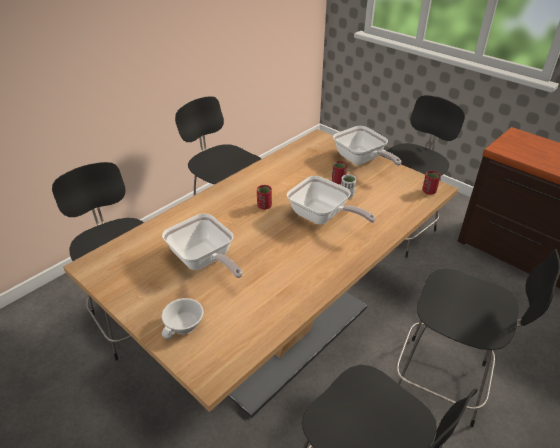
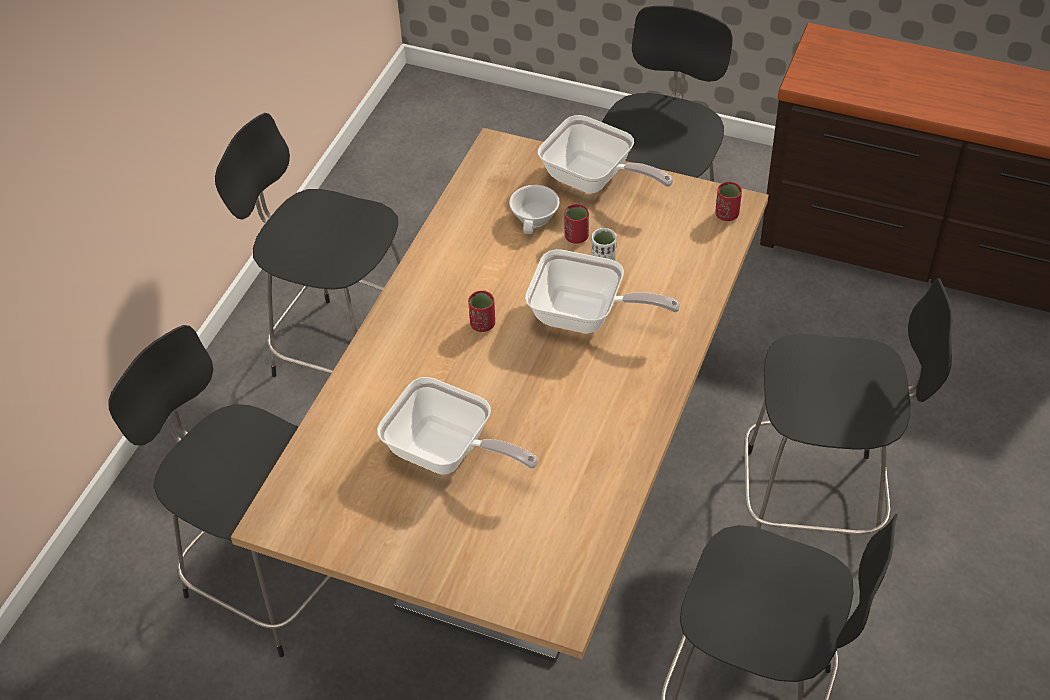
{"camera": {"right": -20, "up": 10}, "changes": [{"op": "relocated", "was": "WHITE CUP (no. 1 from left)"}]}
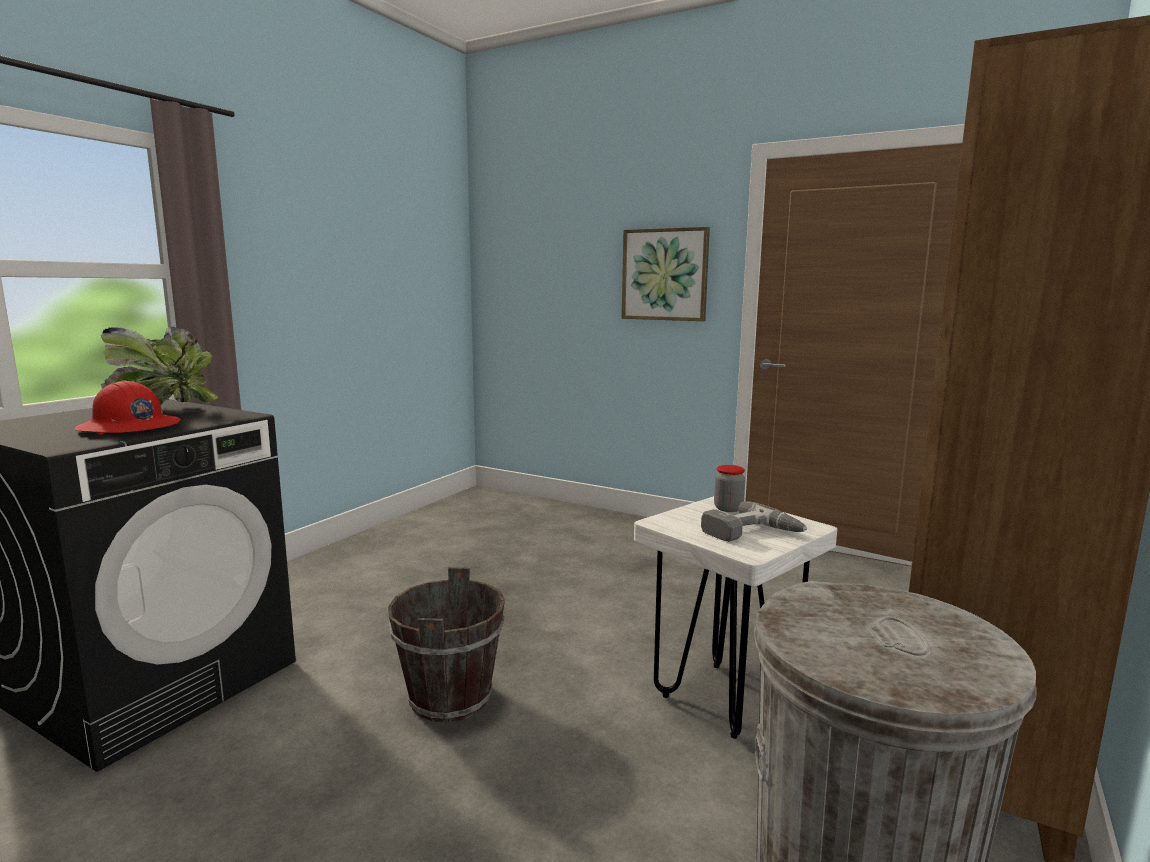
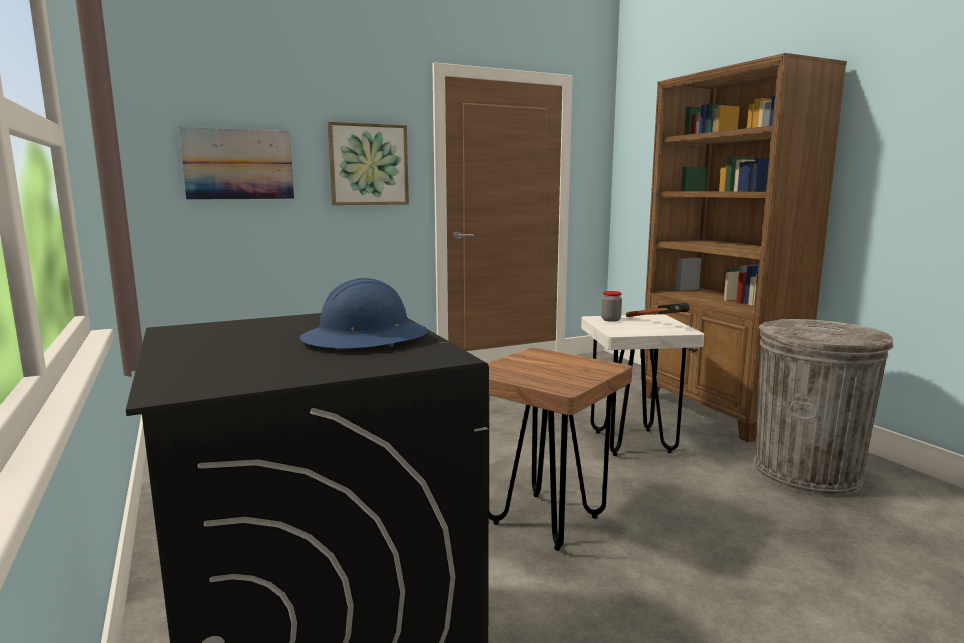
{"camera": {"right": -55, "up": 0}, "changes": [{"op": "missing", "was": "POTTED PLANT"}, {"op": "colour", "was": "RED HARD HAT", "now": "BLUE HARD HAT"}, {"op": "exchanged", "was": "POWER DRILL", "now": "HAMMER"}, {"op": "exchanged", "was": "BROWN BUCKET", "now": "BROWN STOOL"}, {"op": "appeared", "now": "PICTURE (no. 1 from left)"}]}
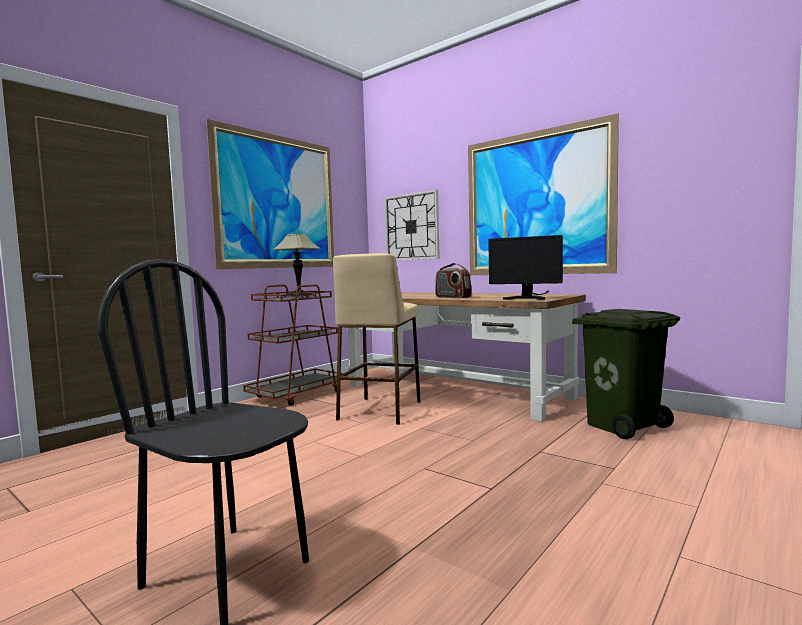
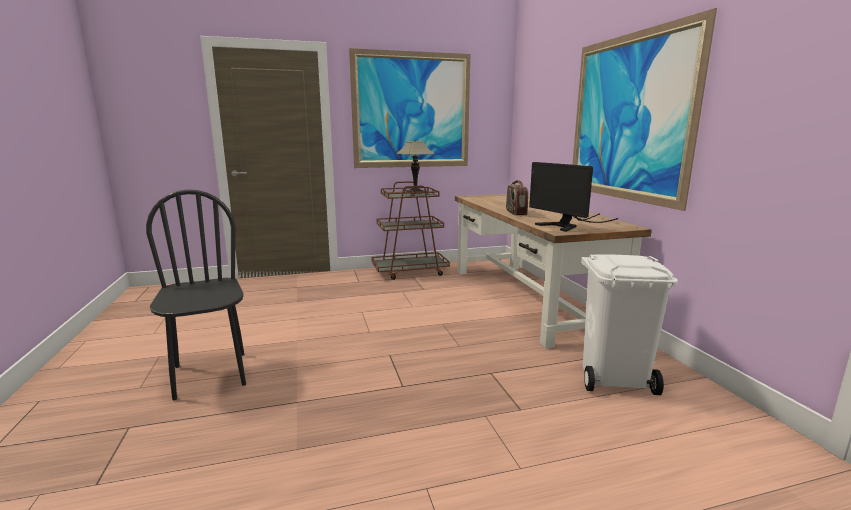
{"camera": {"right": 35, "up": 10}, "changes": [{"op": "missing", "was": "WALL CLOCK"}, {"op": "missing", "was": "BEIGE STOOL"}, {"op": "colour", "was": "GREEN TRASH CAN", "now": "WHITE TRASH CAN"}]}
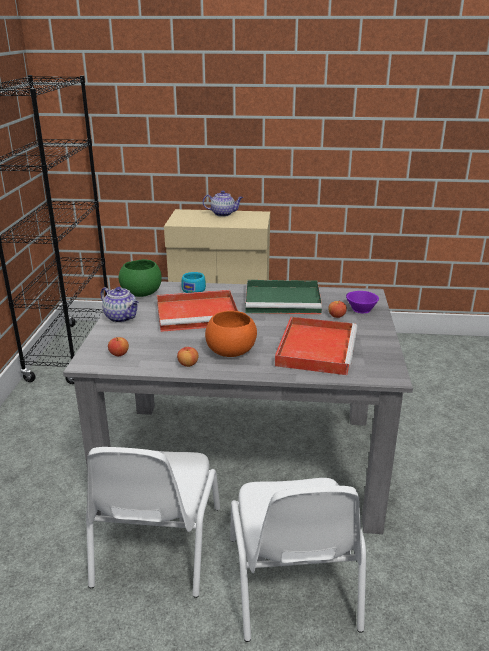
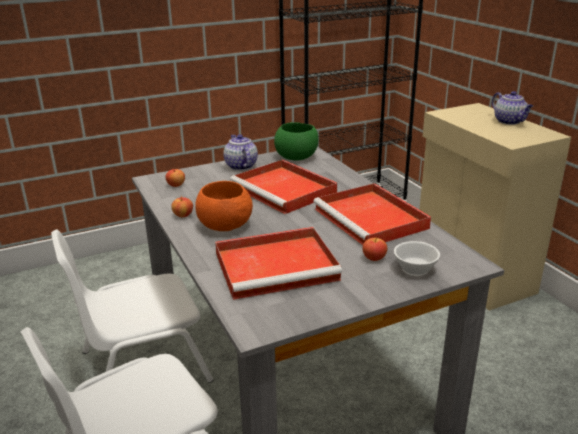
{"camera": {"right": 60, "up": 0}, "changes": [{"op": "missing", "was": "TURQUOISE CUP"}, {"op": "colour", "was": "GREEN TRAY", "now": "RED TRAY (no. 3 from left)"}, {"op": "spun", "was": "TEAPOT (no. 1 from left)", "clockwise": 150}, {"op": "colour", "was": "PURPLE CUP", "now": "WHITE CUP"}]}
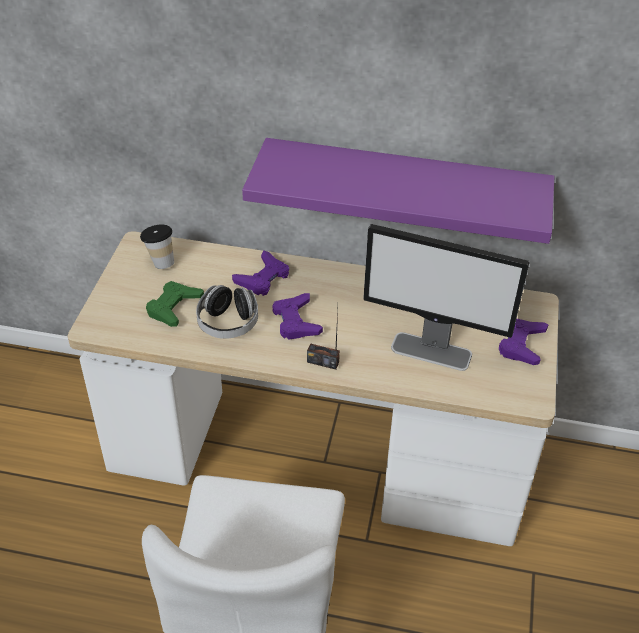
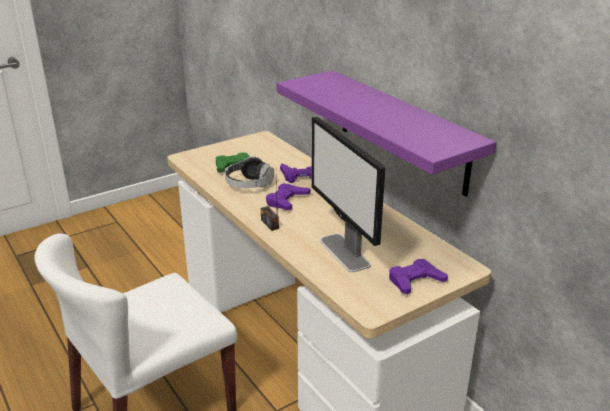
{"camera": {"right": 45, "up": -15}, "changes": [{"op": "missing", "was": "CUP"}]}
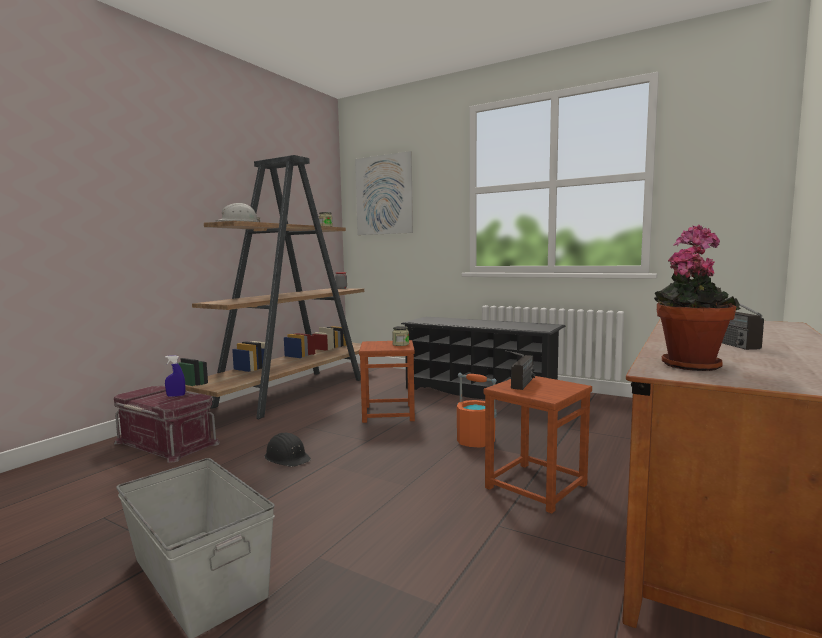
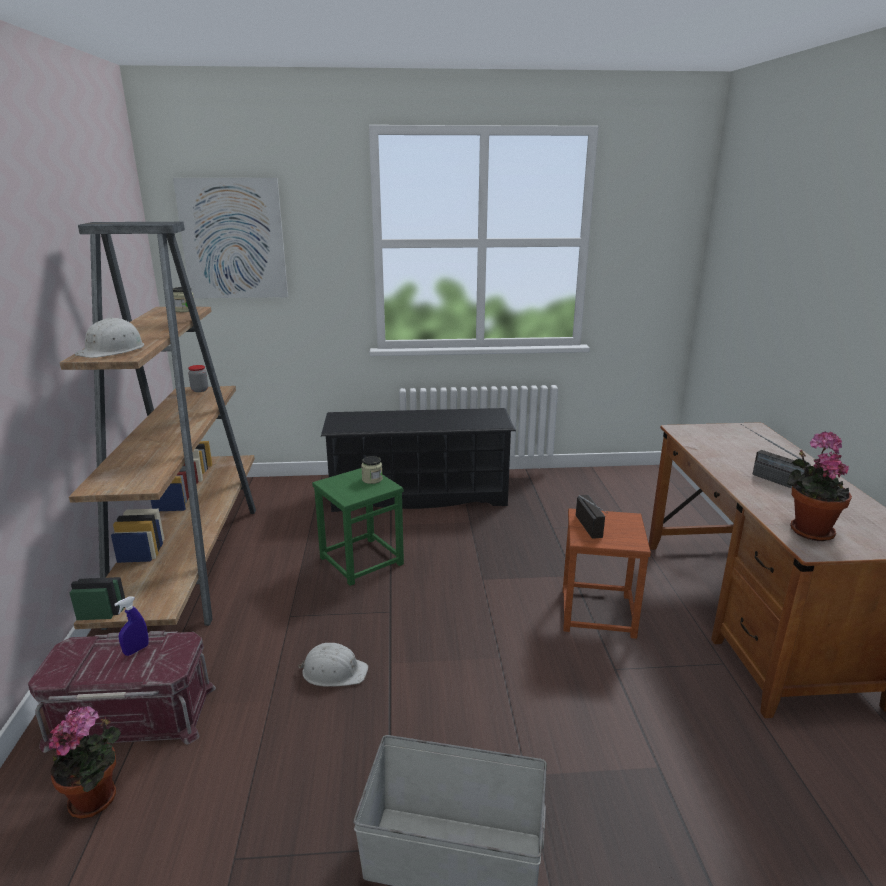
{"camera": {"right": -35, "up": 15}, "changes": [{"op": "colour", "was": "BROWN STOOL (no. 1 from left)", "now": "GREEN STOOL"}, {"op": "missing", "was": "ORANGE BUCKET"}, {"op": "colour", "was": "BLACK HARD HAT", "now": "WHITE HARD HAT (no. 2 from left)"}, {"op": "appeared", "now": "POTTED PLANT (no. 1 from left)"}]}
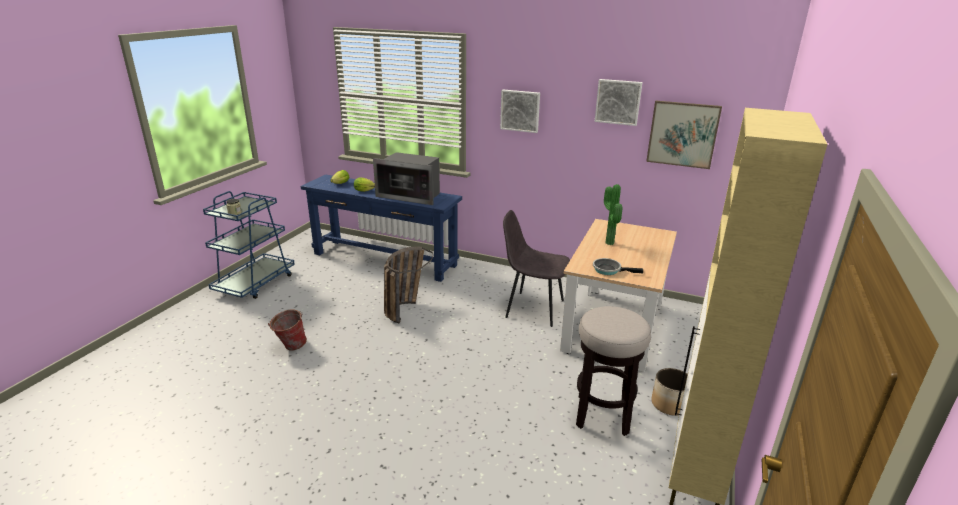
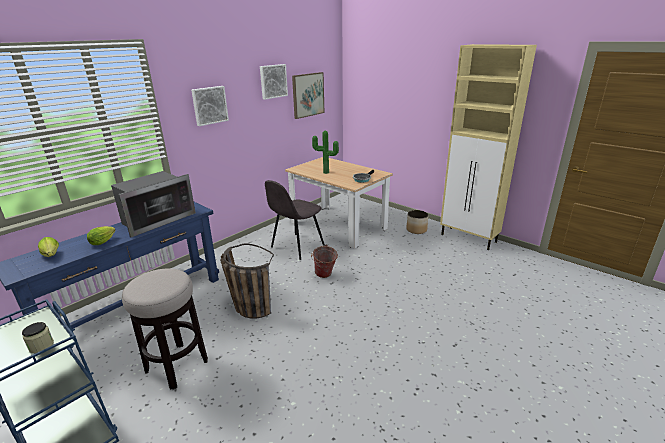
{"camera": {"right": -70, "up": 0}, "changes": [{"op": "relocated", "was": "STOOL"}, {"op": "relocated", "was": "BUCKET"}]}
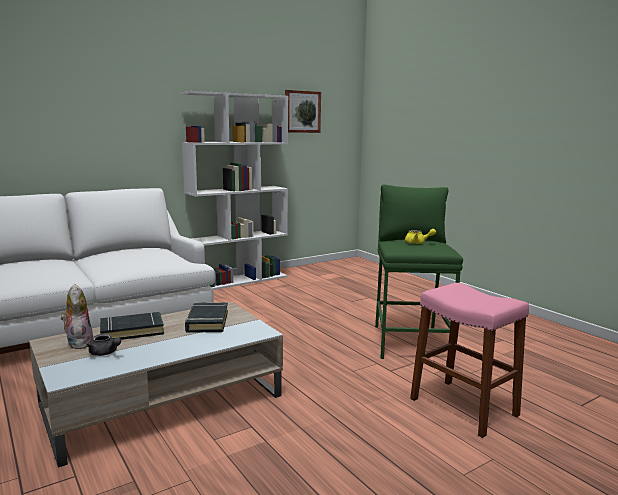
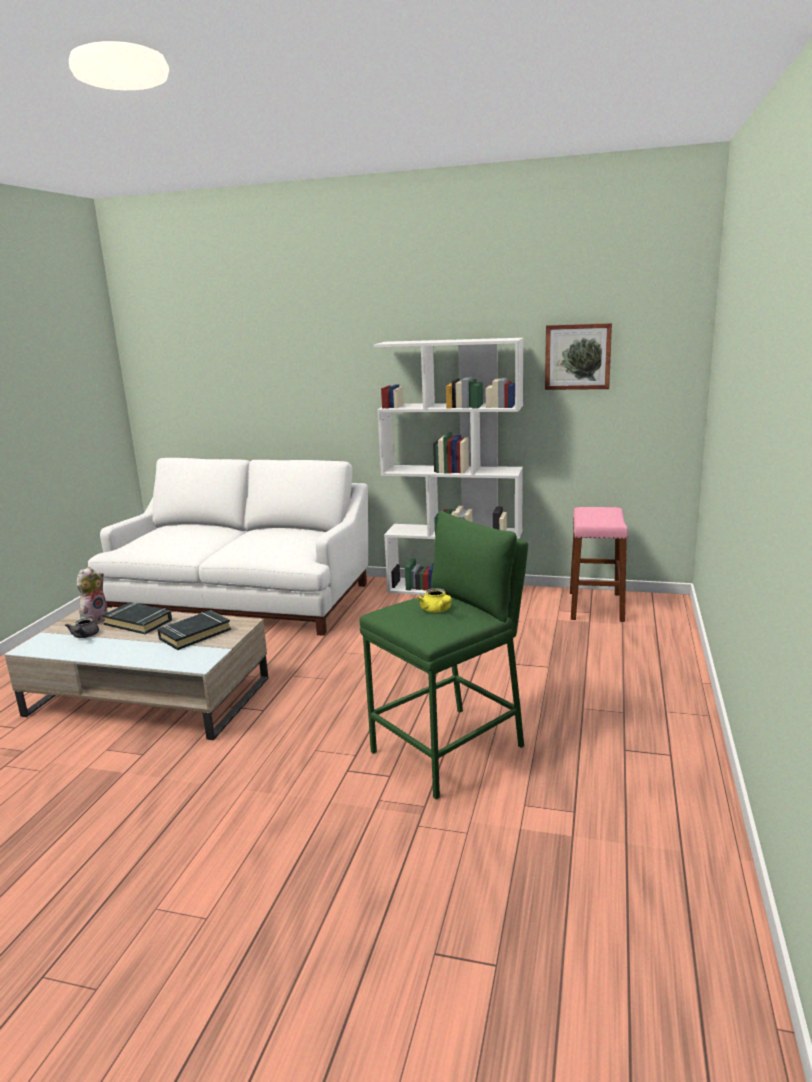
{"camera": {"right": 50, "up": 5}, "changes": [{"op": "relocated", "was": "PINK STOOL"}]}
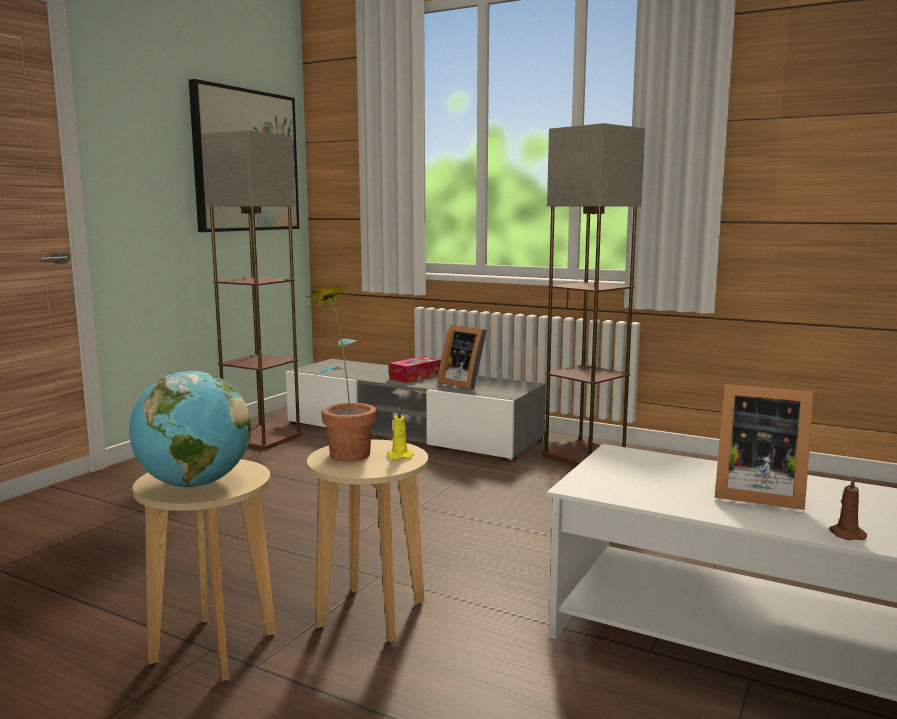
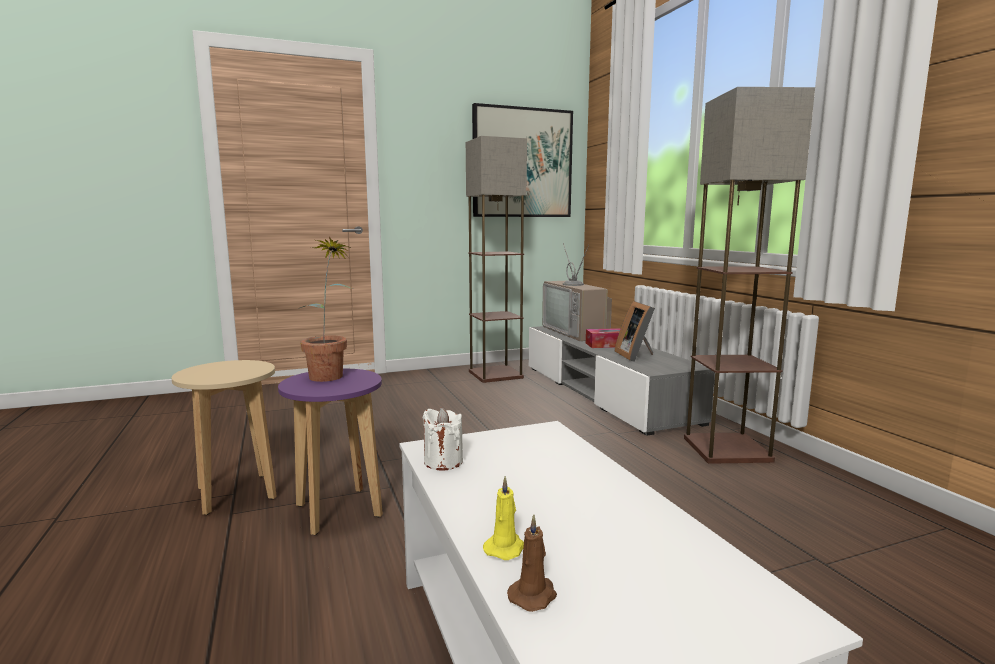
{"camera": {"right": 40, "up": 0}, "changes": [{"op": "missing", "was": "GLOBE"}, {"op": "missing", "was": "PICTURE FRAME (no. 2 from left)"}, {"op": "relocated", "was": "YELLOW CANDLE"}, {"op": "colour", "was": "BEIGE STOOL (no. 2 from left)", "now": "PURPLE STOOL"}, {"op": "appeared", "now": "TELEVISION"}, {"op": "appeared", "now": "WHITE CANDLE"}]}
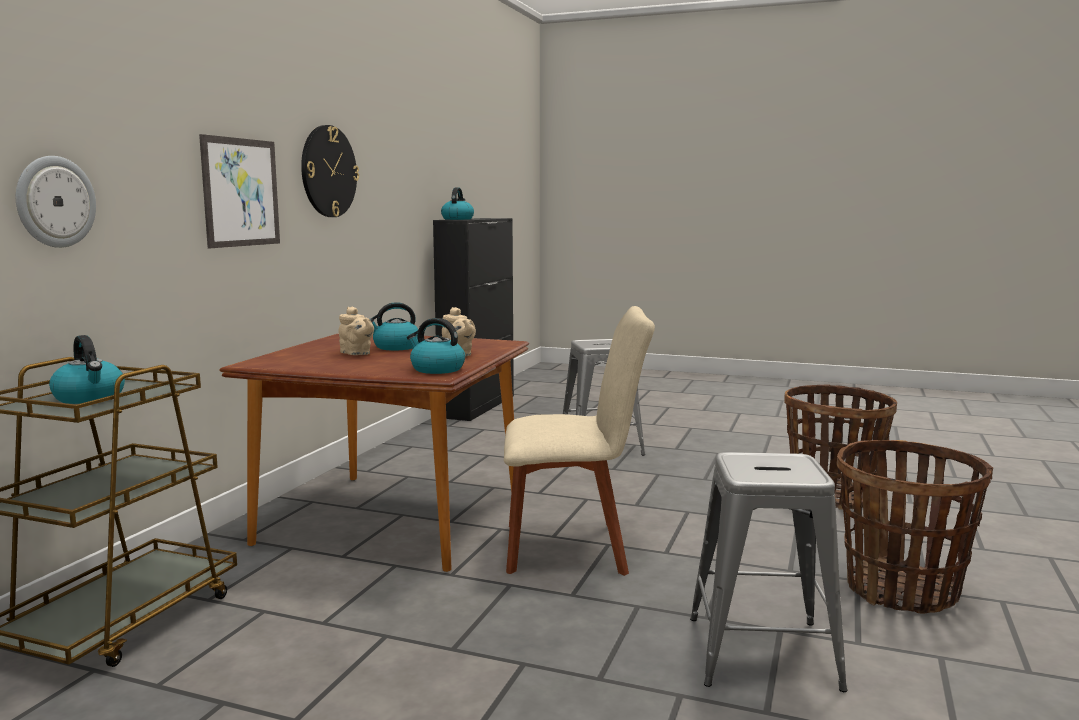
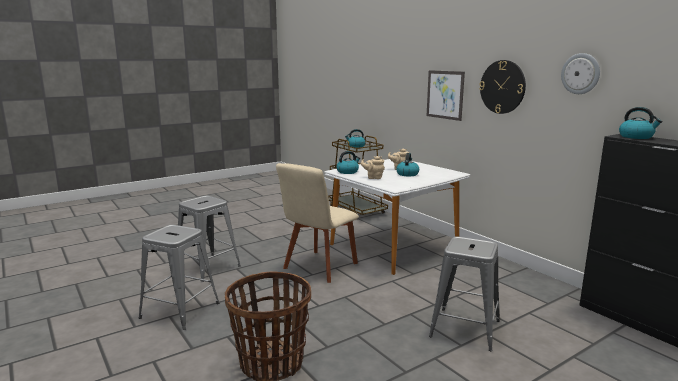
{"camera": {"right": 125, "up": 5}, "changes": [{"op": "relocated", "was": "WALL CLOCK (no. 1 from left in the first image)", "now": "WALL CLOCK (no. 2 from left)"}, {"op": "colour", "was": "BROWN DINING TABLE", "now": "WHITE DINING TABLE"}, {"op": "exchanged", "was": "BASKET (no. 2 from left)", "now": "GREY STOOL (no. 1 from left)"}]}
